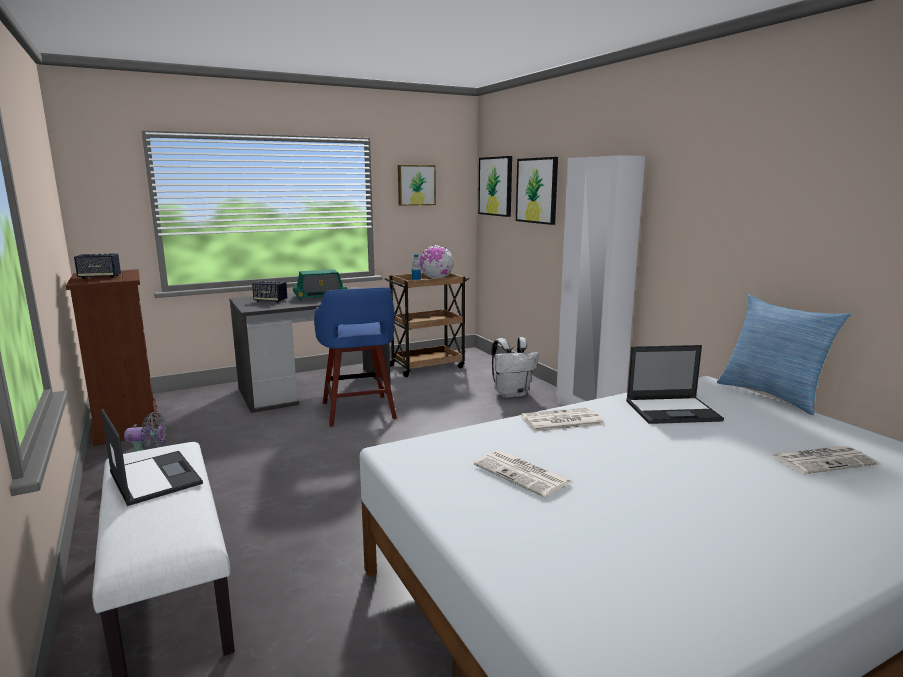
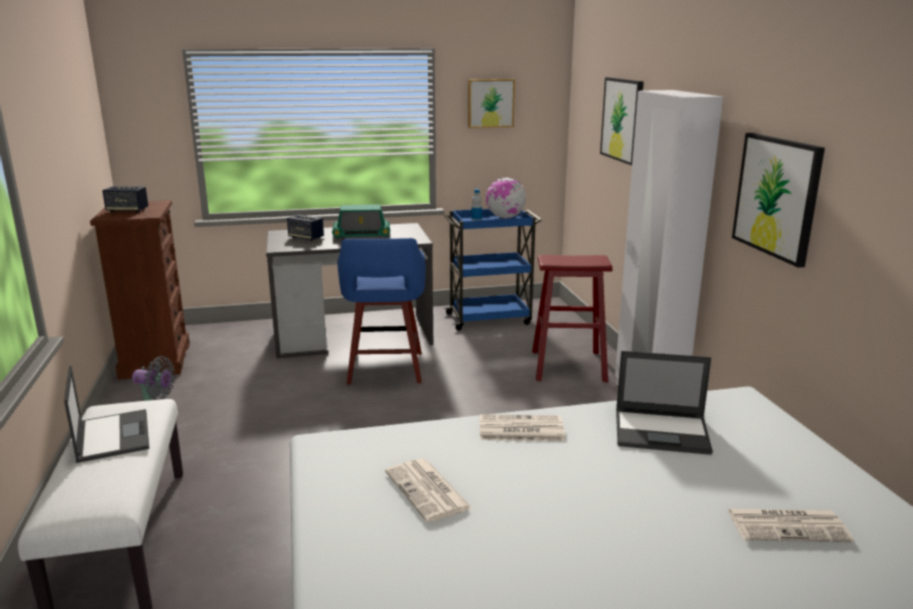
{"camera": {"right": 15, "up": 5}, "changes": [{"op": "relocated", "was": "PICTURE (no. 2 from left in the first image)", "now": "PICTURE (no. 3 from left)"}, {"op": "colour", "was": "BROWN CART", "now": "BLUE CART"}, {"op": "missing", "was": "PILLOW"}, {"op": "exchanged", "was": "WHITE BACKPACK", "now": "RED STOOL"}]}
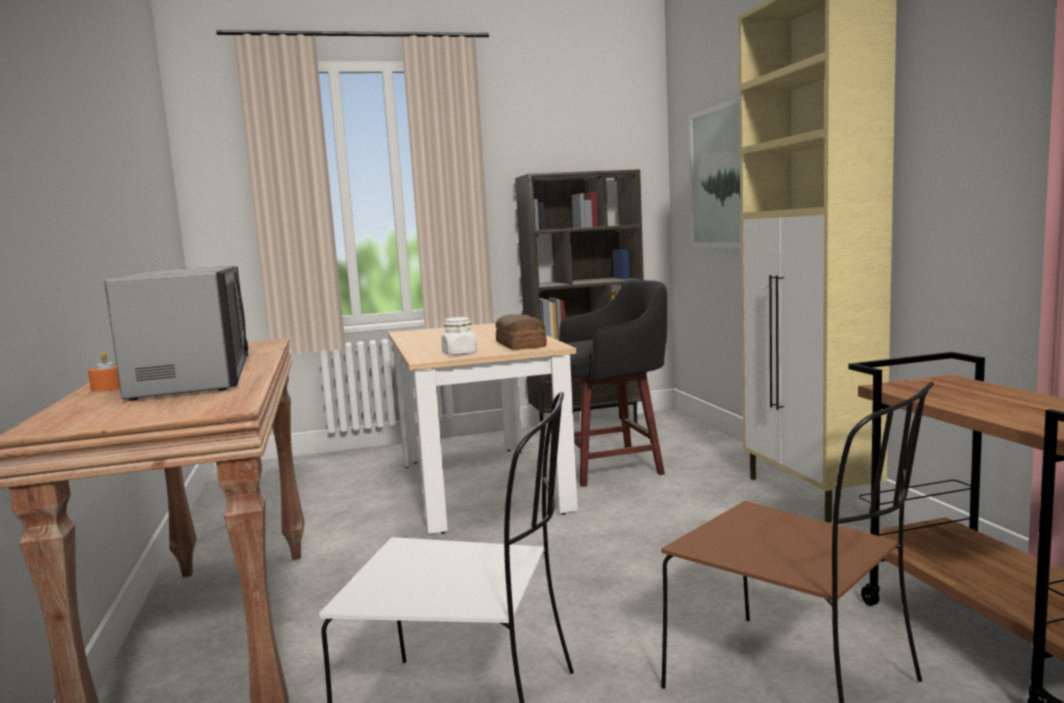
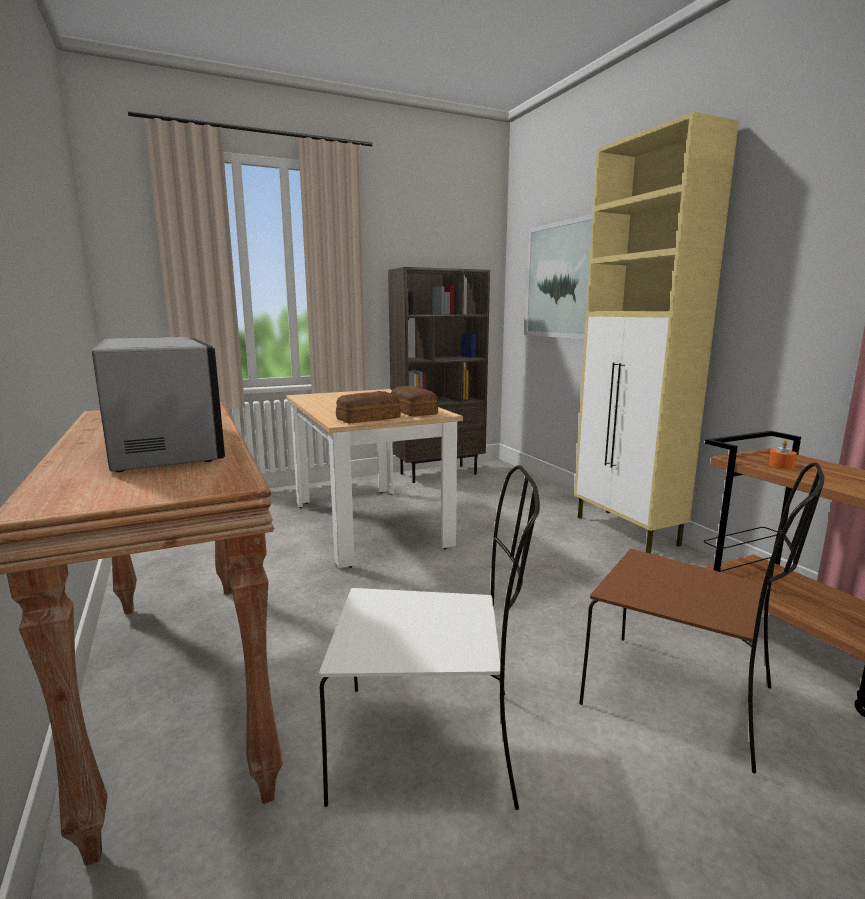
{"camera": {"right": -10, "up": 5}, "changes": [{"op": "missing", "was": "BLACK STOOL"}, {"op": "exchanged", "was": "WHITE JAR", "now": "BREAD (no. 1 from left)"}, {"op": "relocated", "was": "ORANGE CANDLE"}]}
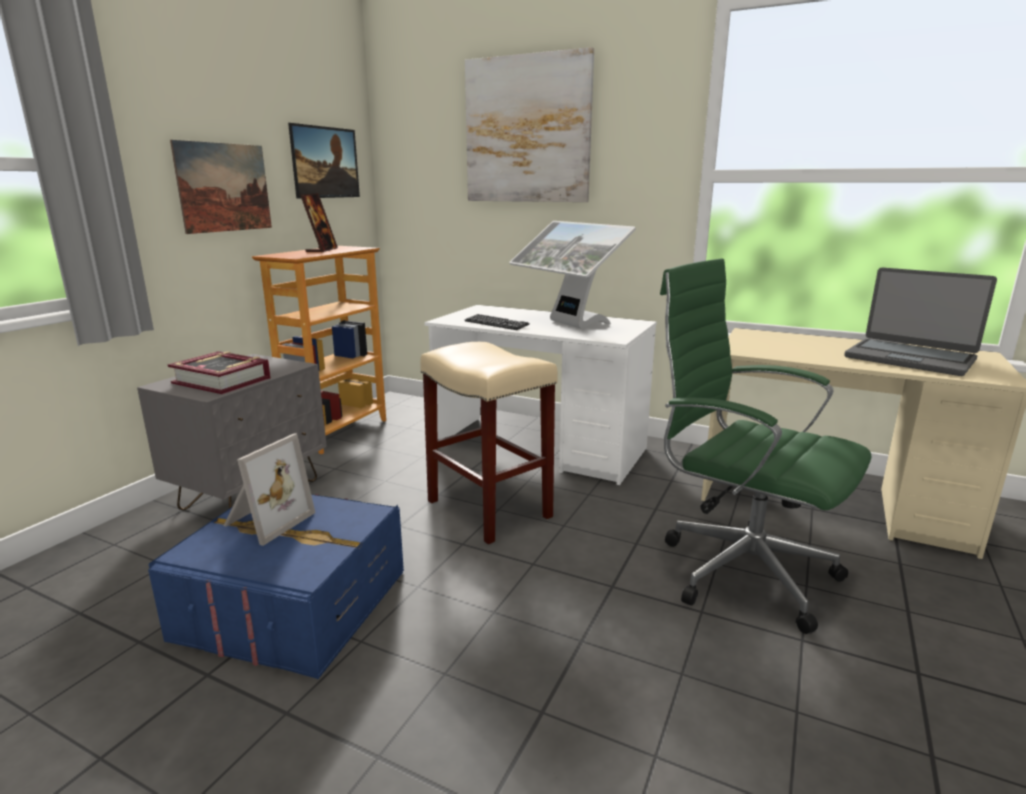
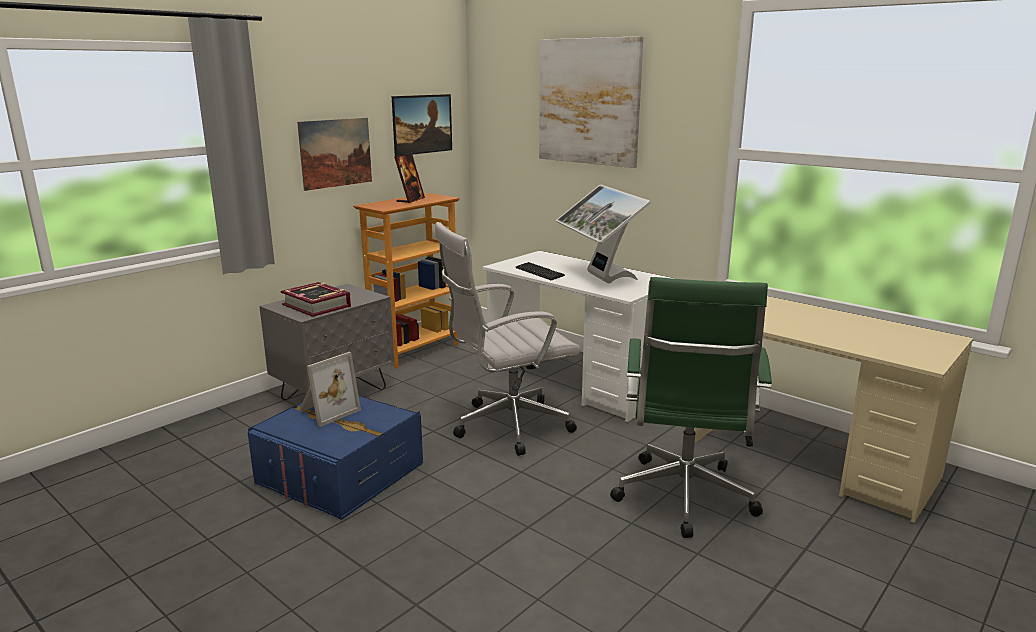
{"camera": {"right": 15, "up": 0}, "changes": [{"op": "spun", "was": "GREEN OFFICE CHAIR", "clockwise": -135}, {"op": "missing", "was": "LAPTOP"}, {"op": "exchanged", "was": "BEIGE STOOL", "now": "WHITE OFFICE CHAIR"}]}
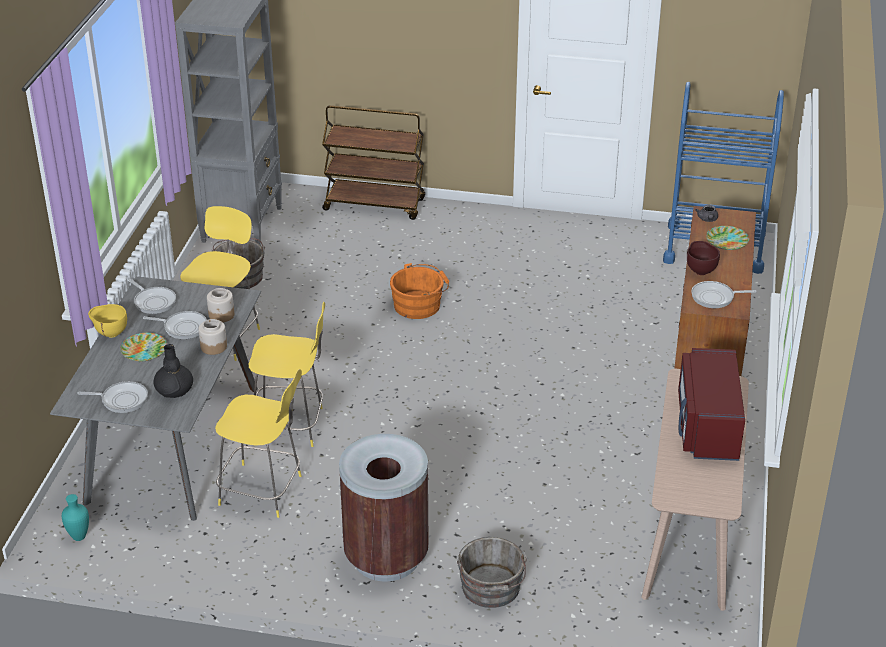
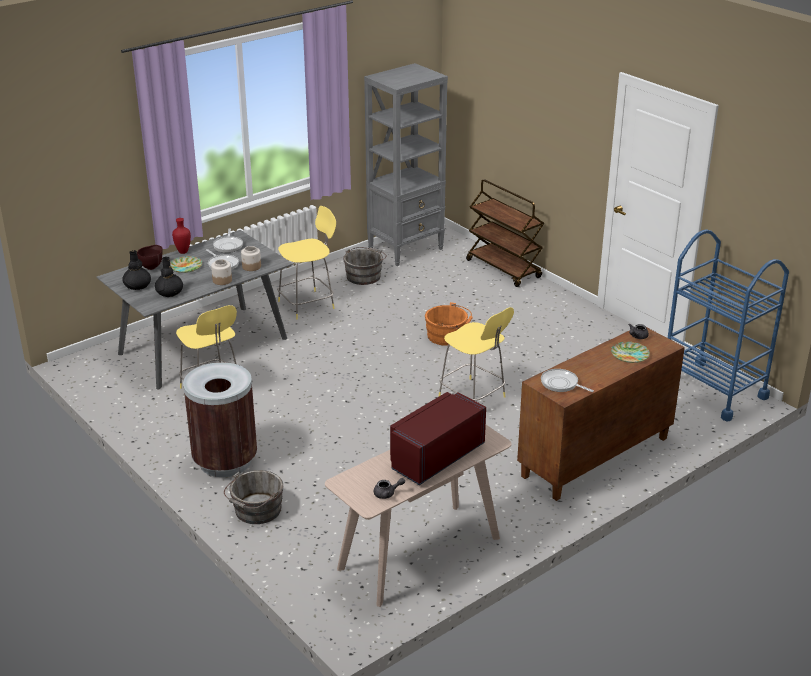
{"camera": {"right": 40, "up": -5}, "changes": [{"op": "relocated", "was": "BROWN BOWL"}, {"op": "relocated", "was": "YELLOW STOOL (no. 3 from left)"}, {"op": "exchanged", "was": "YELLOW BOWL", "now": "RED VASE"}, {"op": "exchanged", "was": "FRYING PAN (no. 1 from left)", "now": "BLACK VASE (no. 1 from left)"}, {"op": "missing", "was": "TURQUOISE VASE"}, {"op": "appeared", "now": "GREY TEAPOT (no. 1 from left)"}]}
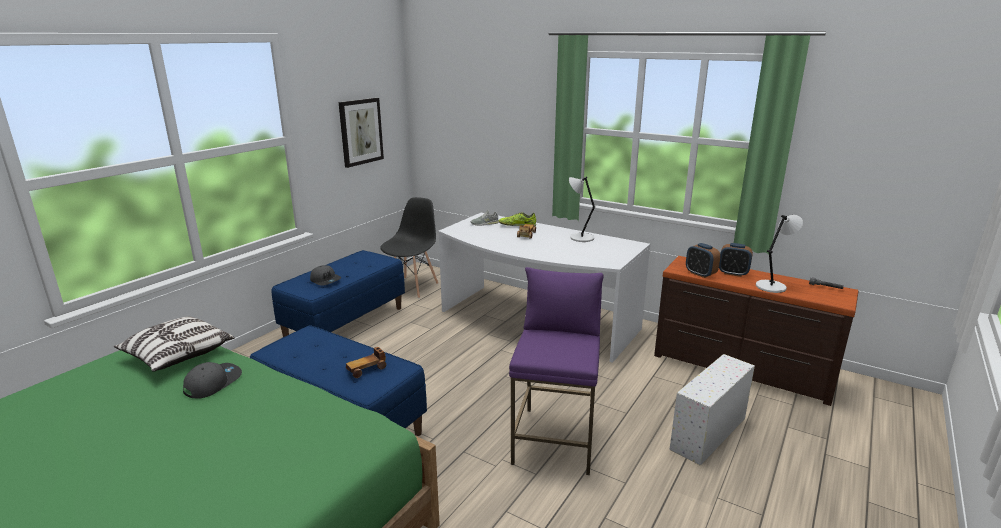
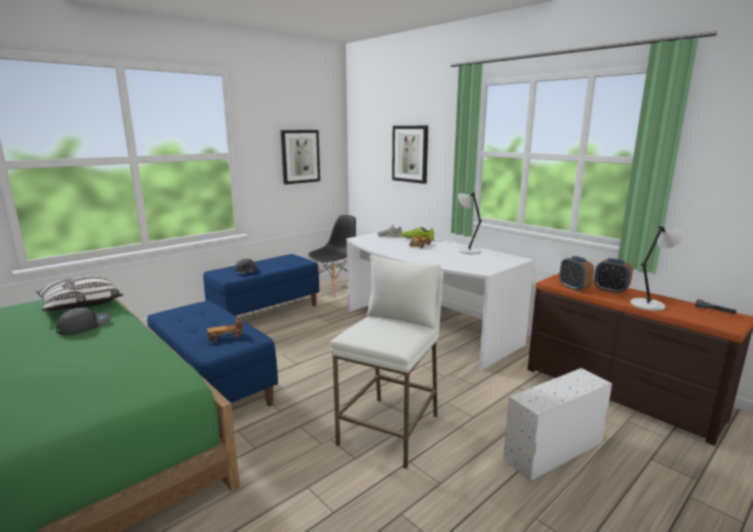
{"camera": {"right": 15, "up": -5}, "changes": [{"op": "colour", "was": "PURPLE STOOL", "now": "WHITE STOOL"}, {"op": "appeared", "now": "PICTURE (no. 2 from left)"}]}
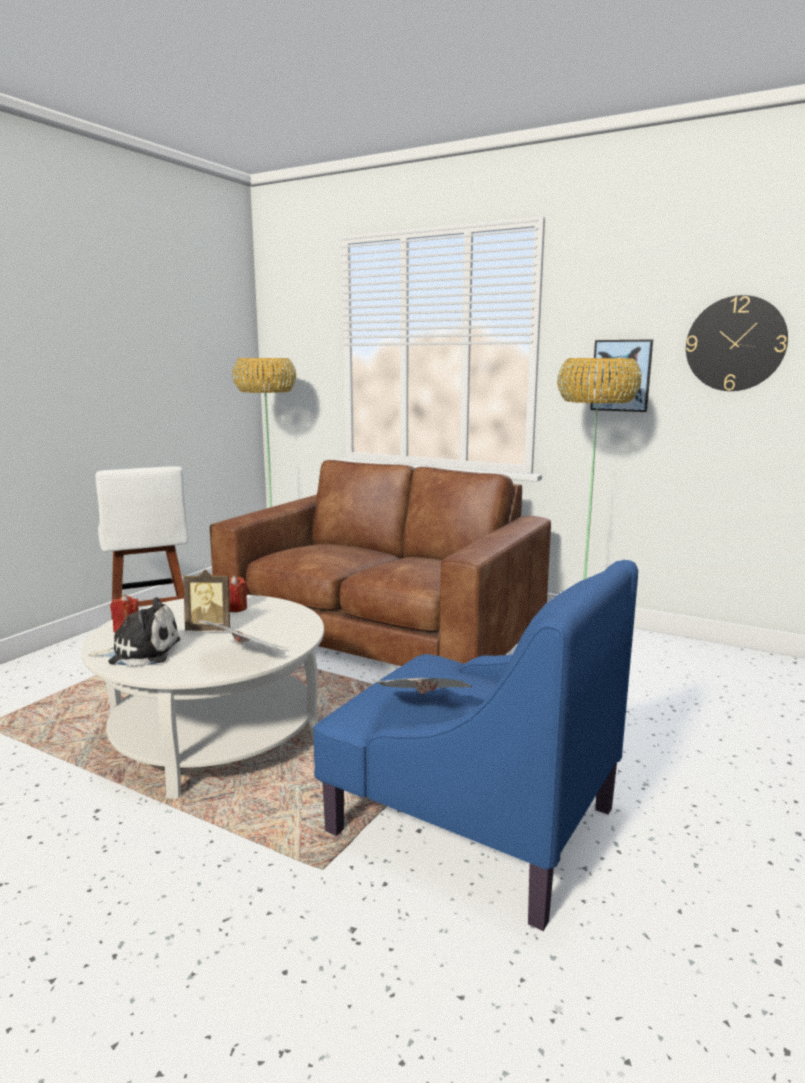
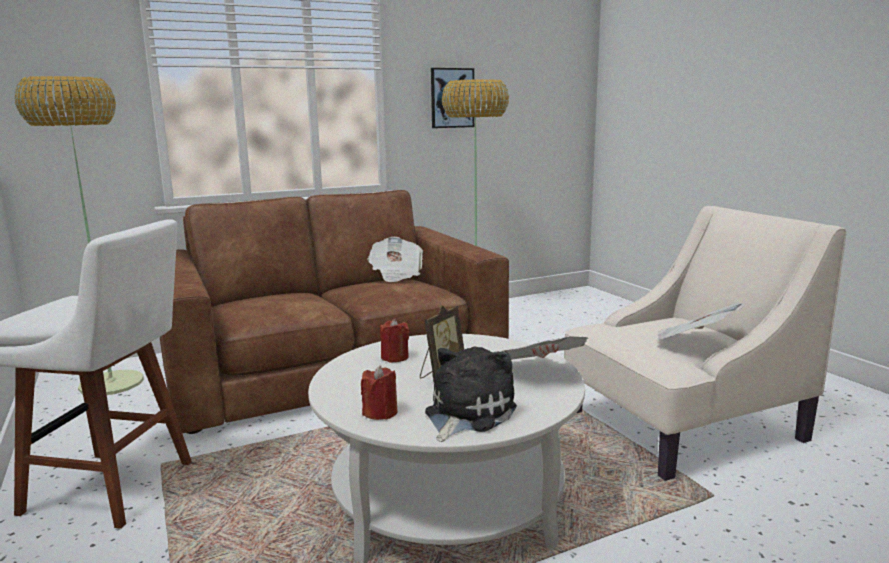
{"camera": {"right": -55, "up": 0}, "changes": [{"op": "missing", "was": "WALL CLOCK"}, {"op": "colour", "was": "BLUE ARMCHAIR", "now": "BEIGE ARMCHAIR"}, {"op": "appeared", "now": "NEWSPAPER (no. 1 from left)"}]}
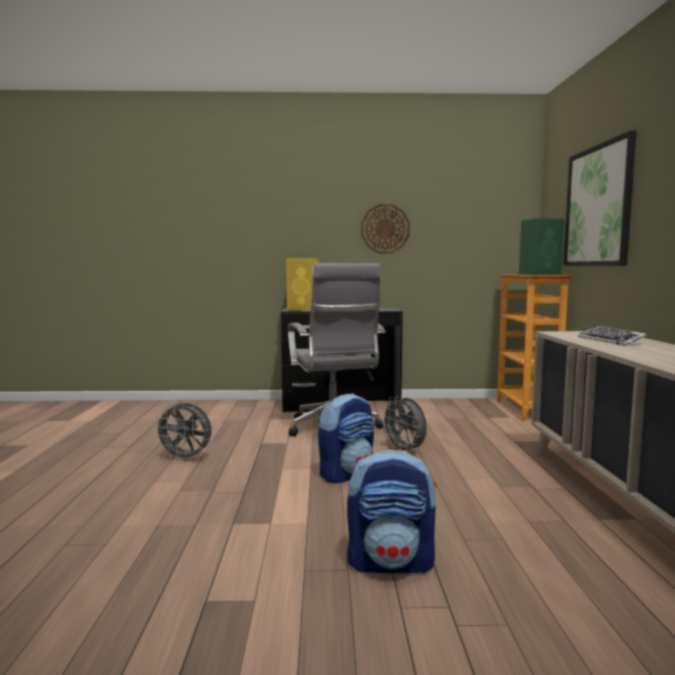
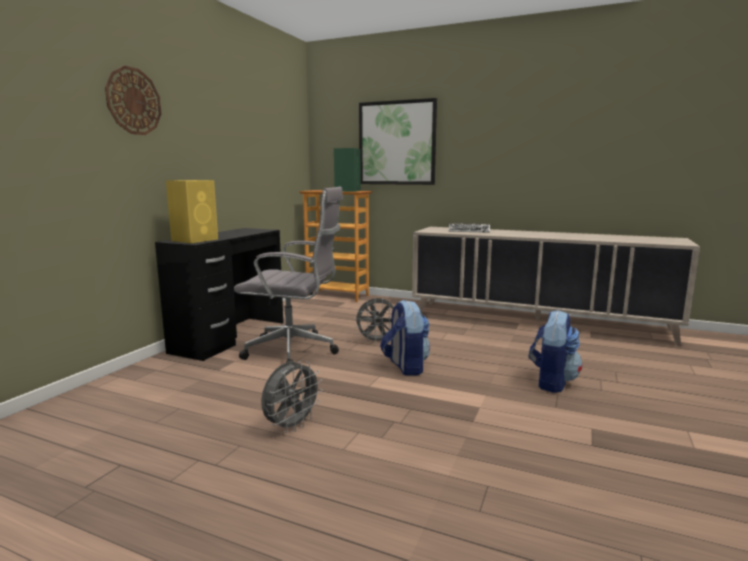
{"camera": {"right": -65, "up": 5}, "changes": [{"op": "relocated", "was": "WALL CLOCK"}]}
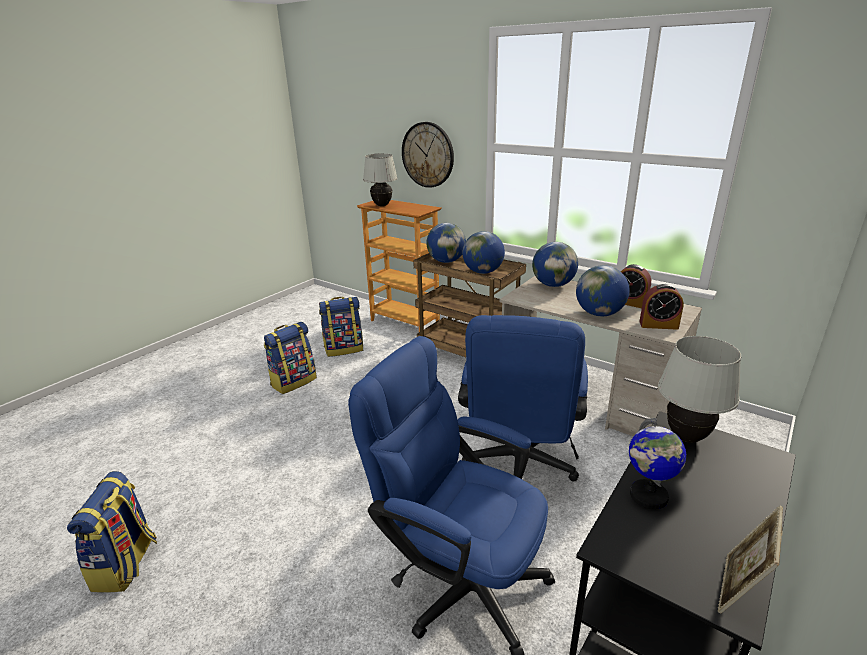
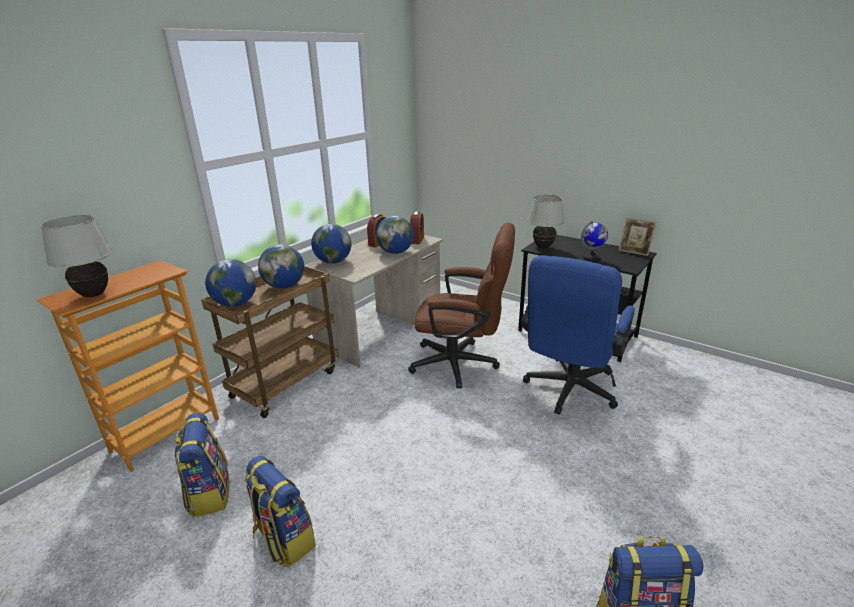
{"camera": {"right": -90, "up": 0}, "changes": [{"op": "missing", "was": "WALL CLOCK"}, {"op": "colour", "was": "BLUE OFFICE CHAIR (no. 2 from left)", "now": "BROWN OFFICE CHAIR"}]}
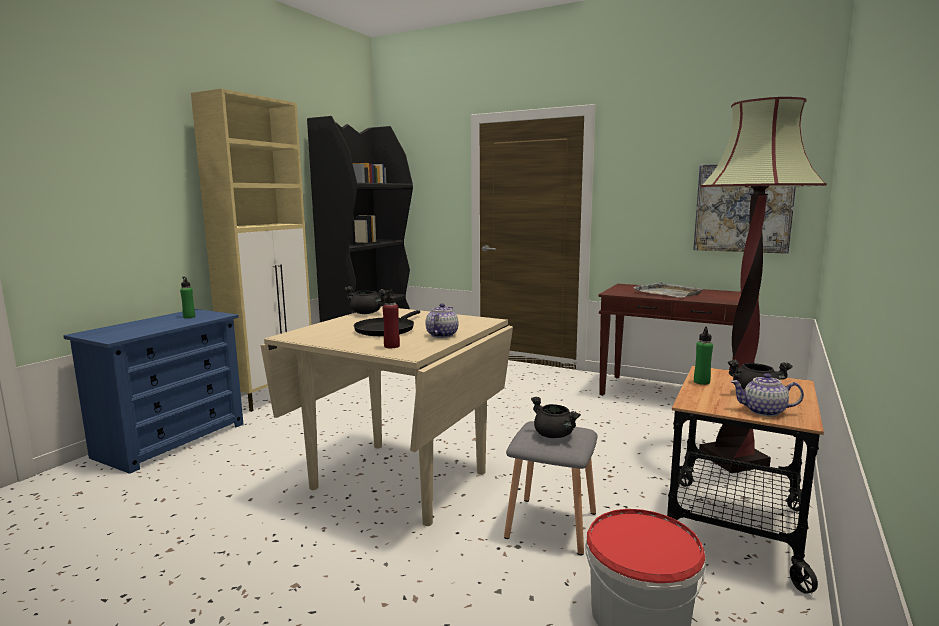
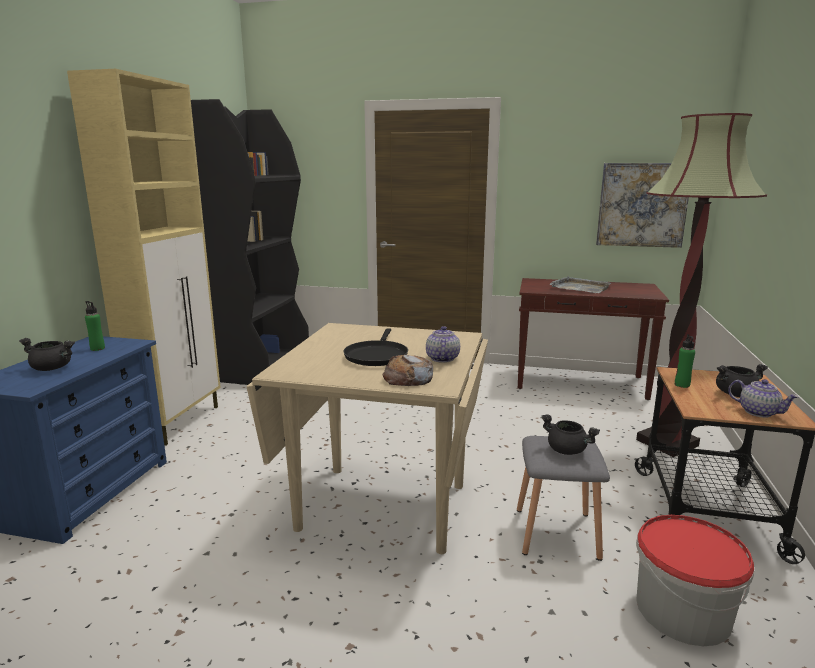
{"camera": {"right": -15, "up": 5}, "changes": [{"op": "relocated", "was": "BLACK COOKING POT (no. 1 from left)"}, {"op": "exchanged", "was": "RED BOTTLE", "now": "BREAD"}, {"op": "spun", "was": "TEAPOT (no. 2 from left)", "clockwise": -135}]}
